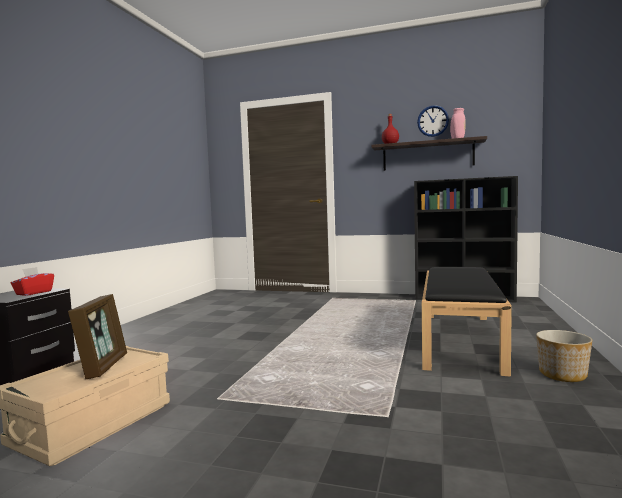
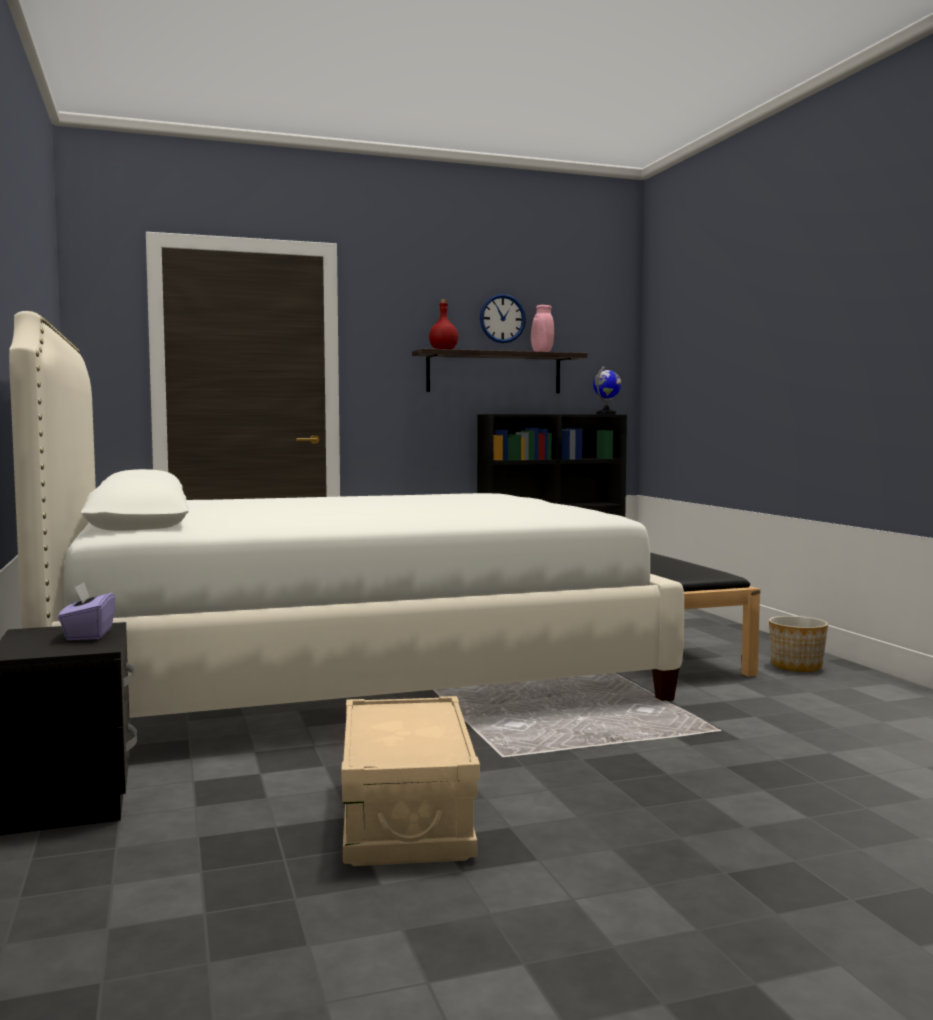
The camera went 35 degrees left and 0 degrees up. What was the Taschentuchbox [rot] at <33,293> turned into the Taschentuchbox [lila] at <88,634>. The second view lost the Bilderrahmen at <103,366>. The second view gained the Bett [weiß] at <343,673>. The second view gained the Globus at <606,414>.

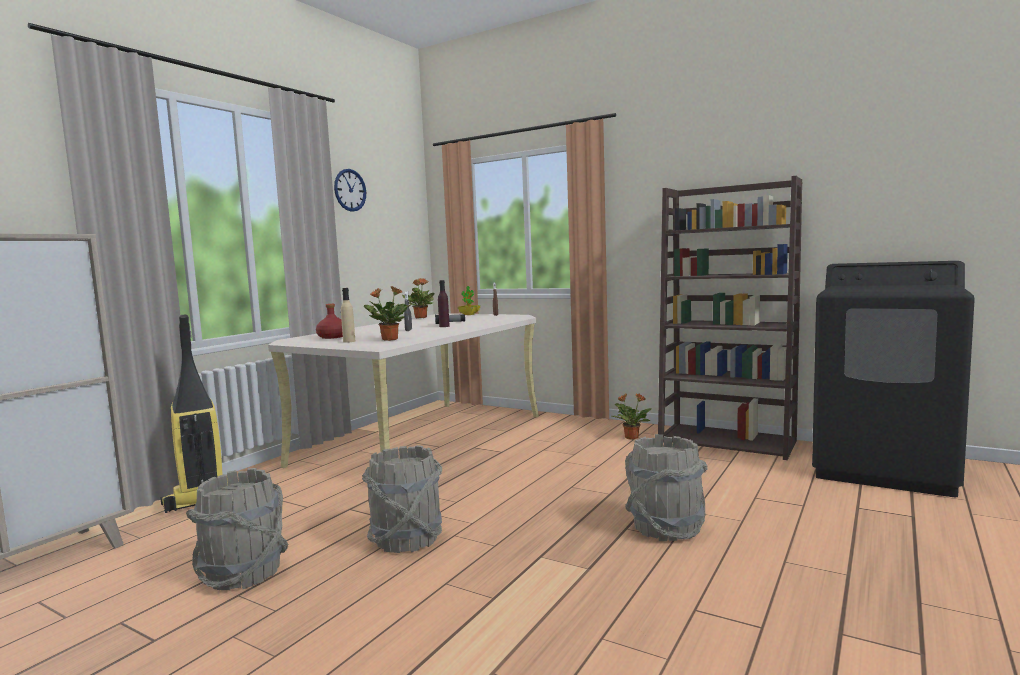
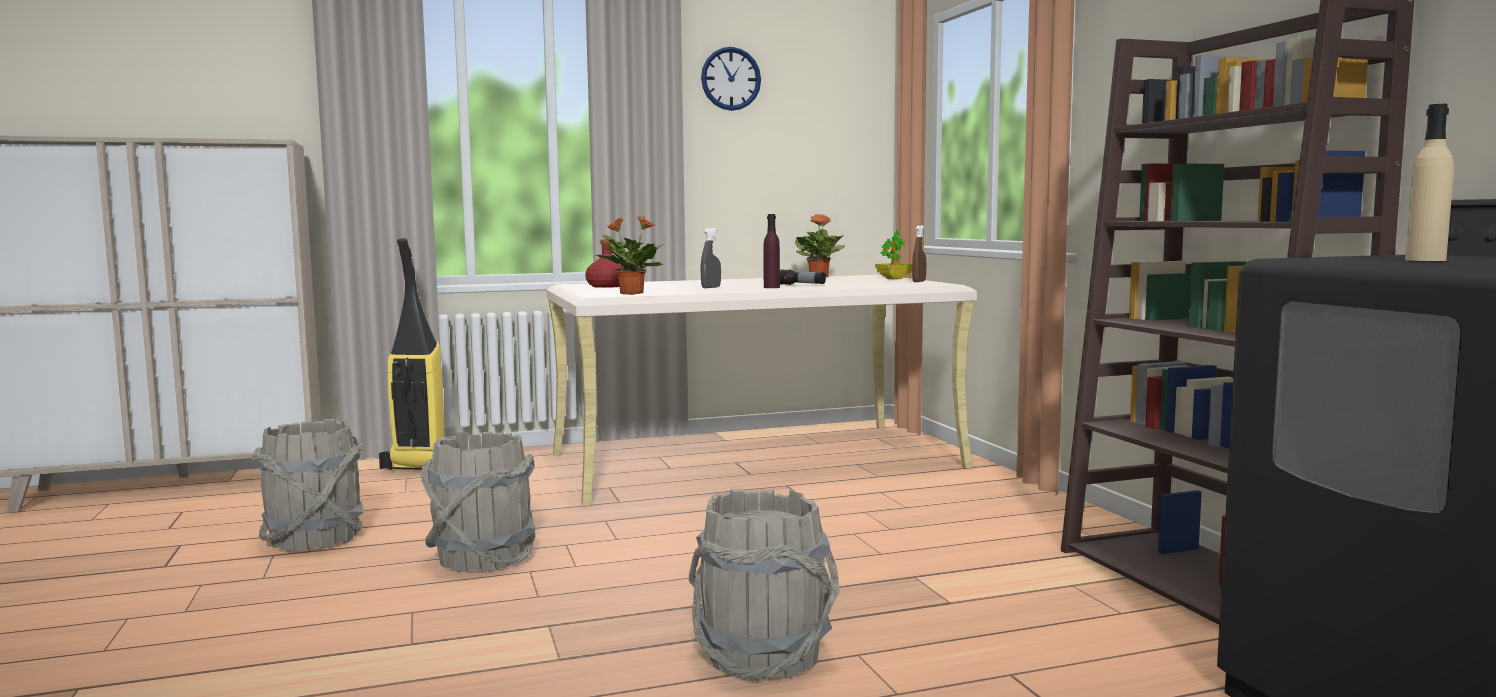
The camera went 40 degrees right and 0 degrees up. The Flasche [beige] ended up elsewhere, having gone from <349,341> to <1425,260>. The second view lost the Topfpflanze at <631,437>.

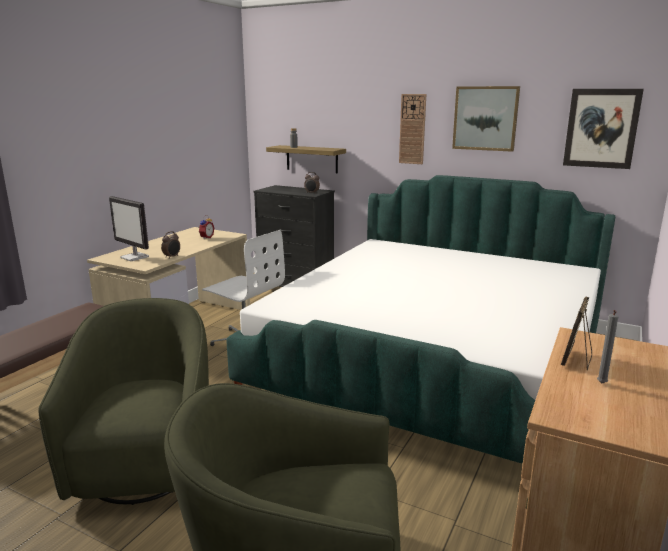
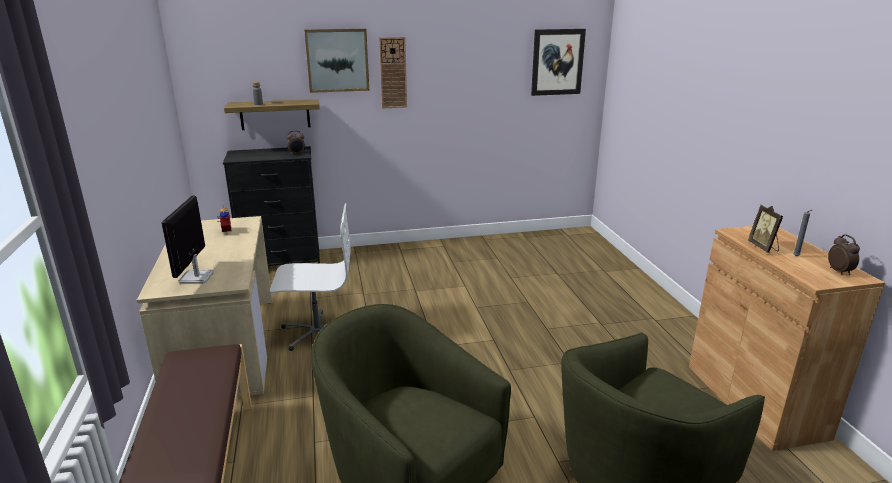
The camera went 40 degrees left and 5 degrees up. The Bild ended up elsewhere, having gone from <485,118> to <337,60>. The second view lost the Bett at <435,364>. The Monitor at <135,257> ended up facing another way, 90 degrees clockwise from before. The Wecker ended up elsewhere, having gone from <172,257> to <839,271>.

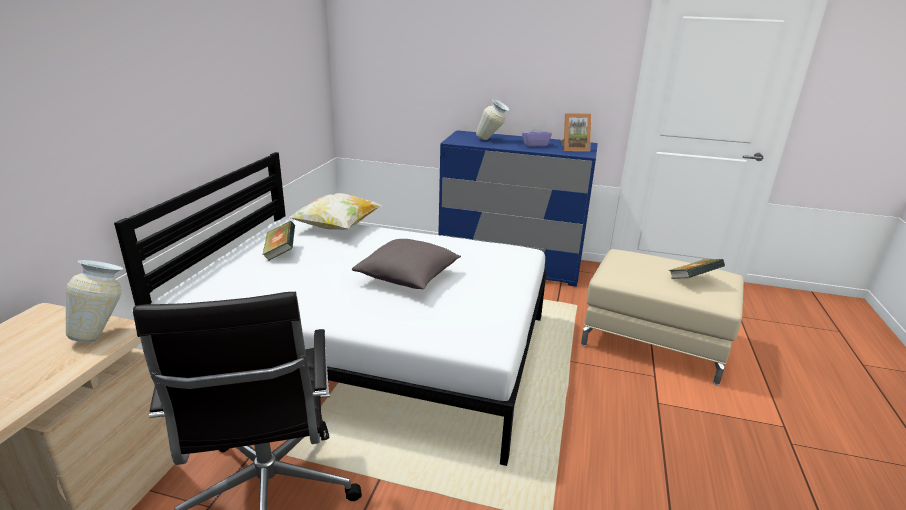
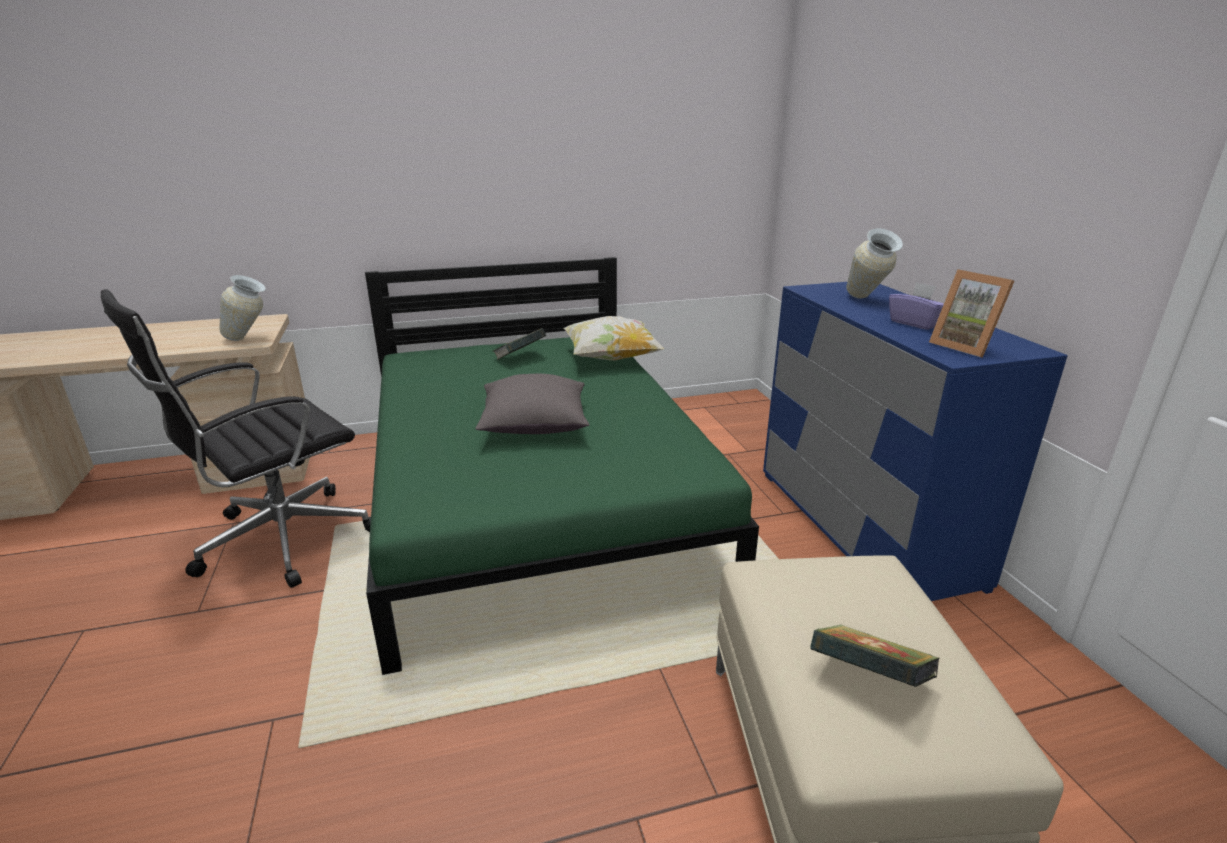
The camera went 60 degrees right and 0 degrees up. What was the Bett [weiß] at <371,347> turned into the Bett [grün] at <535,501>.

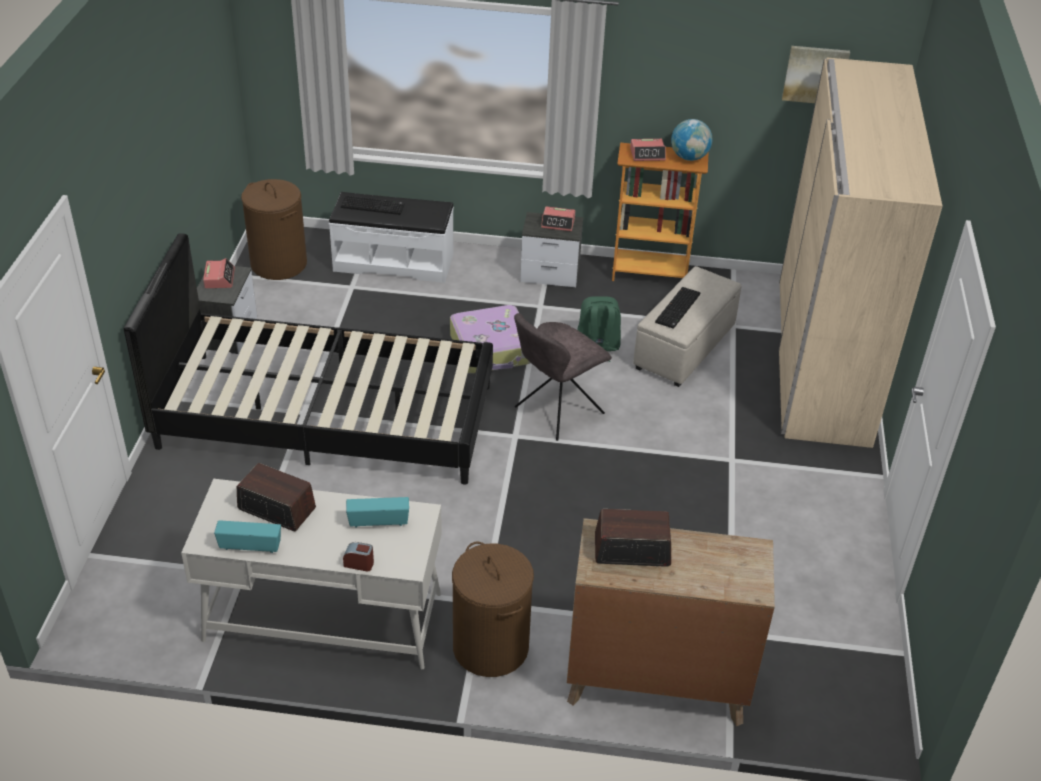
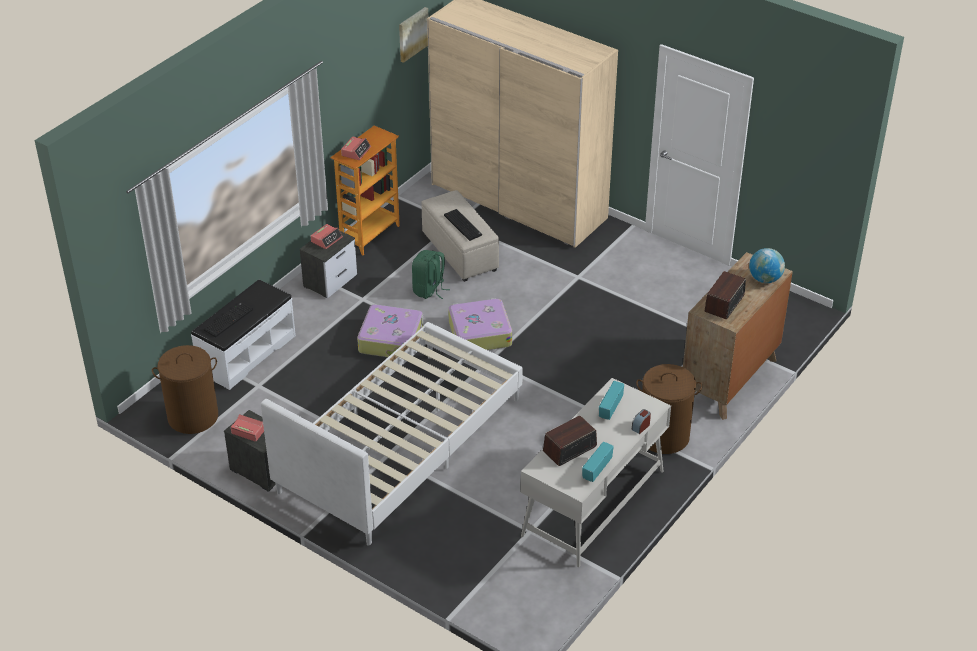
The camera went 60 degrees left and 0 degrees up. The Globus ended up elsewhere, having gone from <689,157> to <765,279>. What was the Bett [schwarz] at <326,416> turned into the Bett [weiß] at <400,445>. Where the Stuhl [grau] stood at <556,411>, the Koffer came to stand at <479,333>.

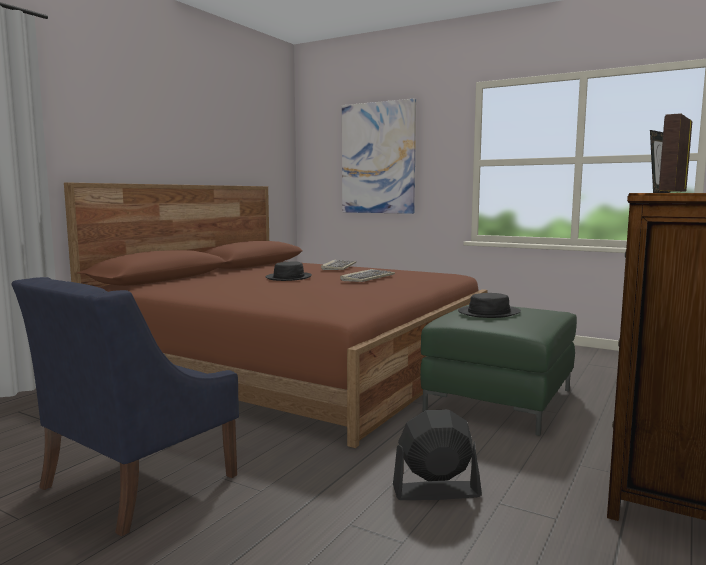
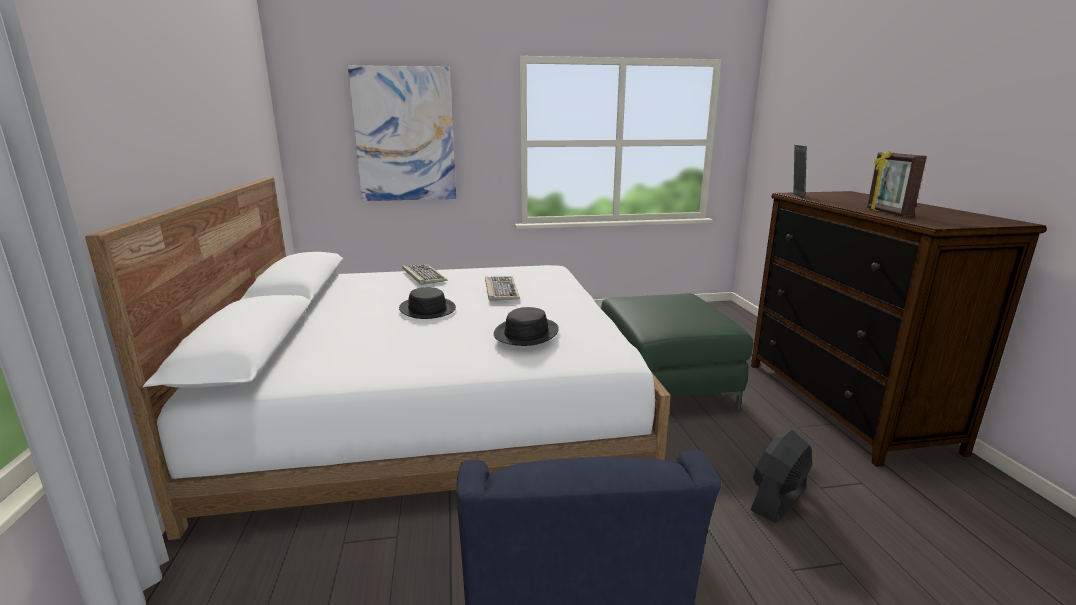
The camera went 40 degrees left and 10 degrees up. What was the Bett [braun] at <296,362> turned into the Bett [weiß] at <434,401>. The Hut [schwarz] ended up elsewhere, having gone from <489,313> to <526,333>.

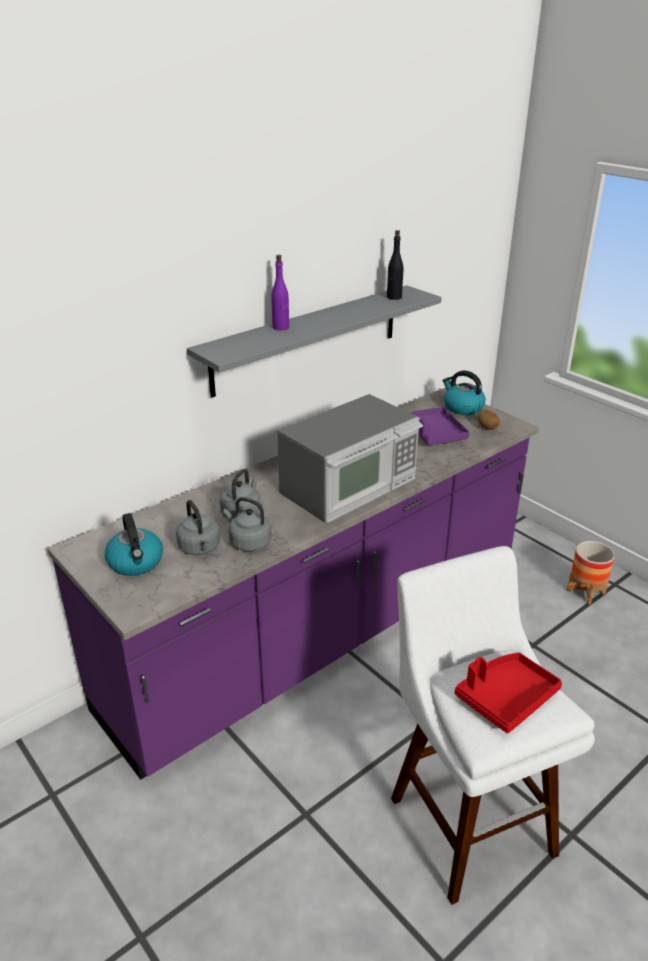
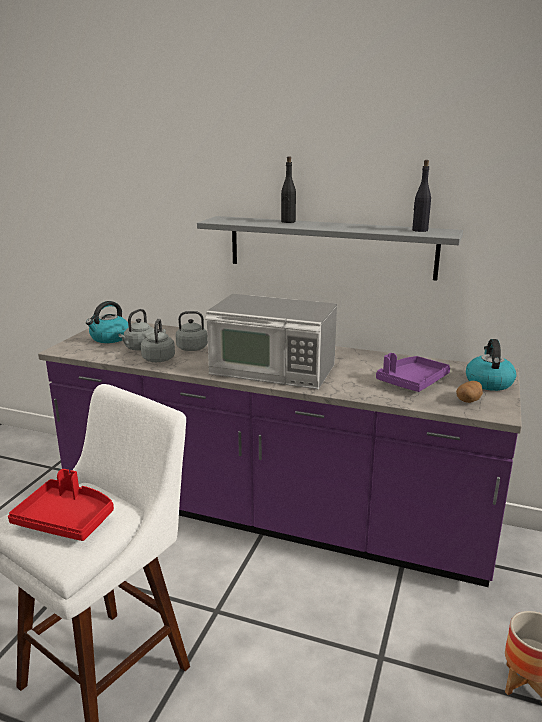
The camera went 60 degrees right and 10 degrees down. What was the Flasche [lila] at <281,327> turned into the Flasche [schwarz] at <288,221>.

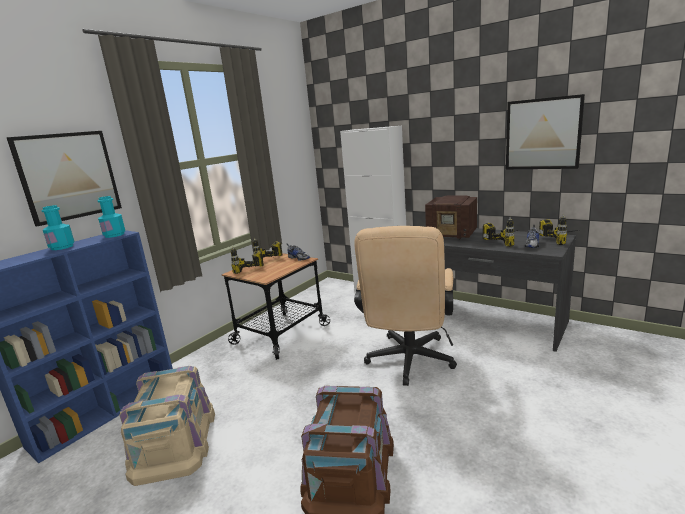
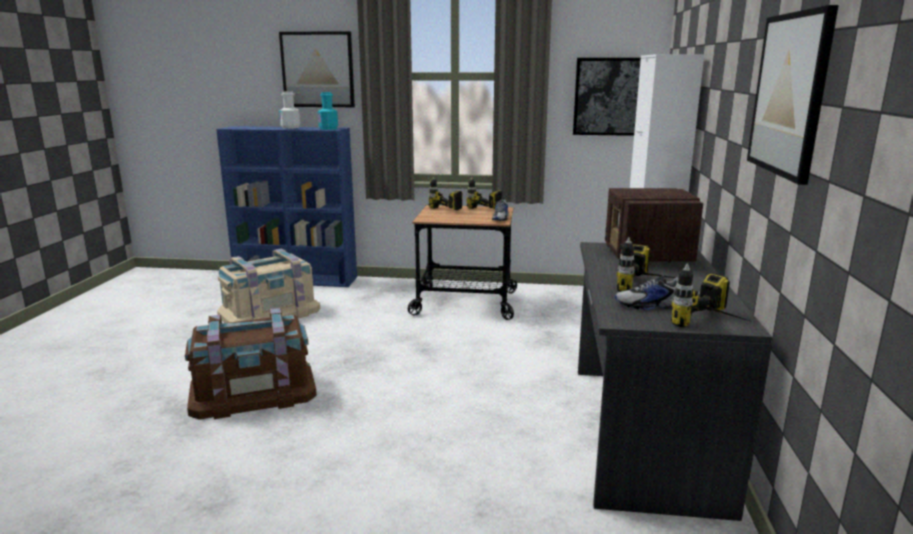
The camera went 60 degrees right and 0 degrees up. What was the Flasche [türkis] at <62,247> turned into the Flasche [weiß] at <290,127>. The second view lost the Bürostuhl [beige] at <409,363>. The second view gained the Bild at <612,96>.

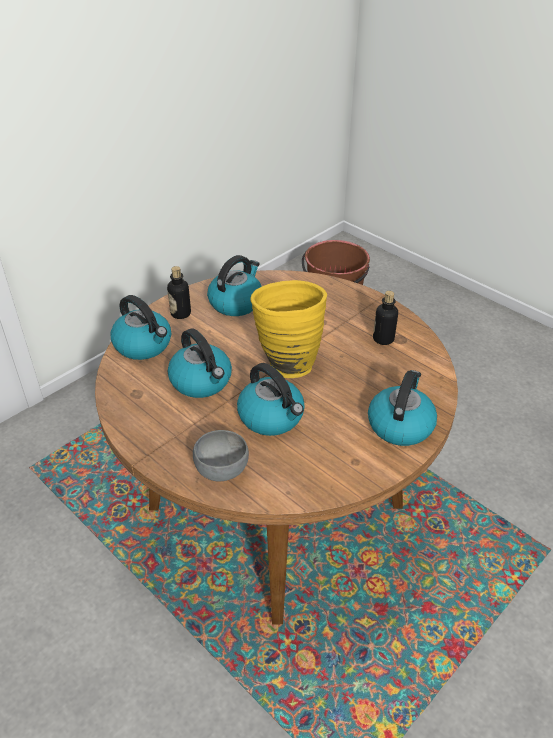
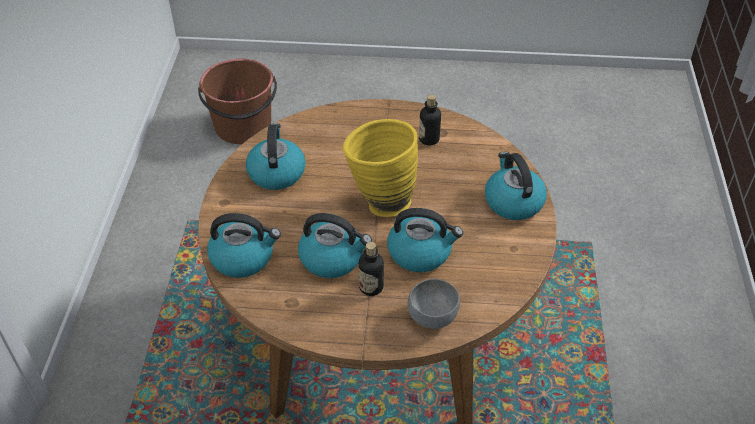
The camera went 40 degrees left and 5 degrees up. The Flasche ended up elsewhere, having gone from <180,313> to <371,287>.

